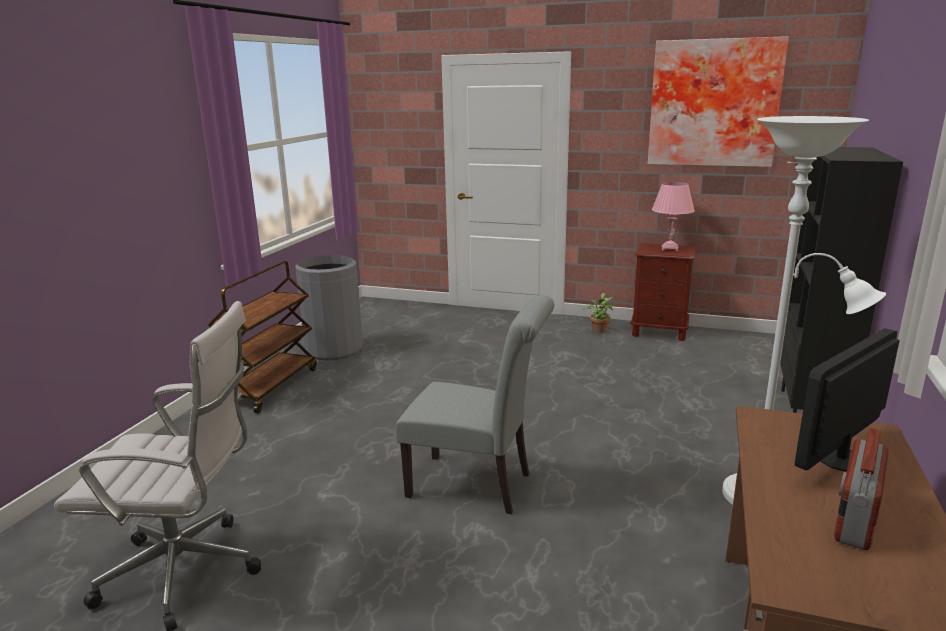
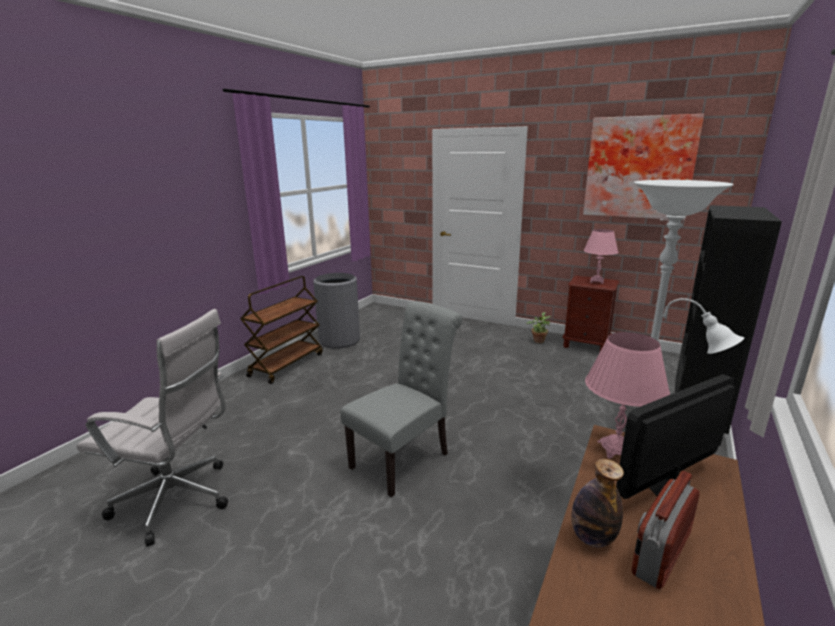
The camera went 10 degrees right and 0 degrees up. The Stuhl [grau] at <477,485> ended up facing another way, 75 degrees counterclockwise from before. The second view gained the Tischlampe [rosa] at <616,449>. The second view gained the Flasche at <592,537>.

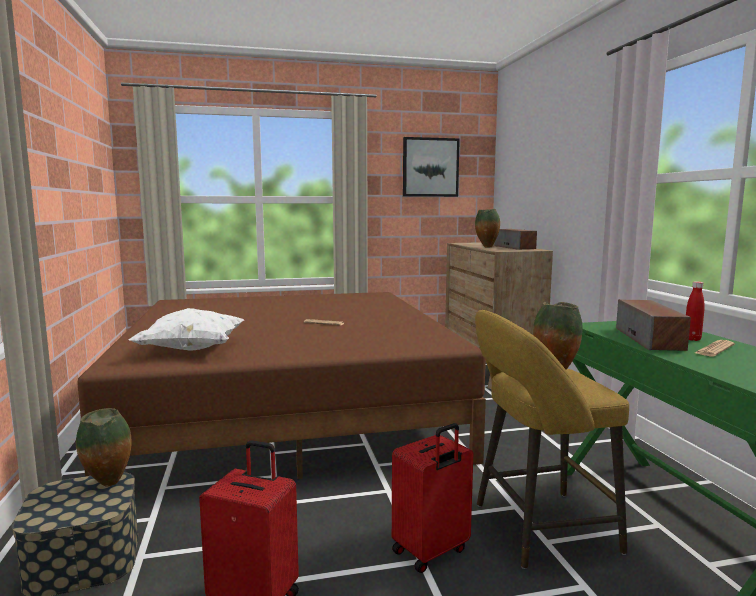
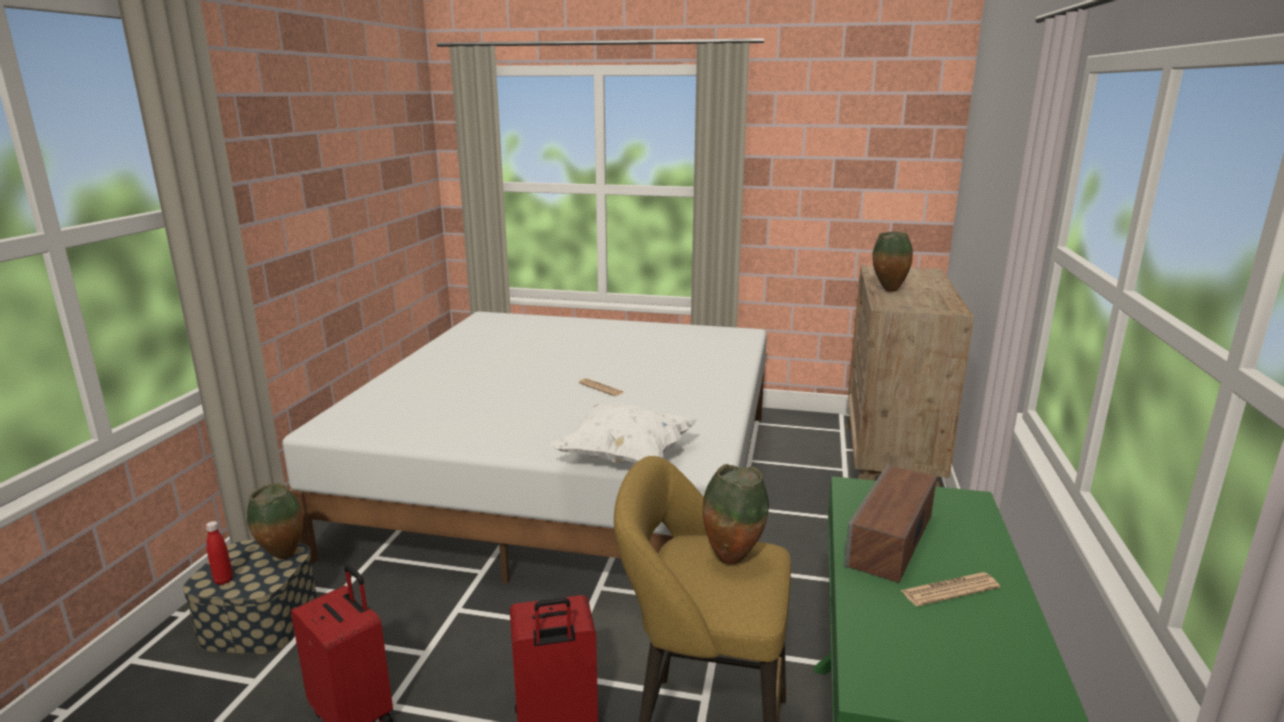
The camera went 25 degrees right and 10 degrees up. The second view lost the Bild at <430,167>. The second view lost the Lautsprecher at <514,247>. The Flasche [rot] ended up elsewhere, having gone from <692,339> to <223,580>. What was the Bett [braun] at <289,408> turned into the Bett [weiß] at <572,478>. The Kissen [weiß] ended up elsewhere, having gone from <191,350> to <625,458>.

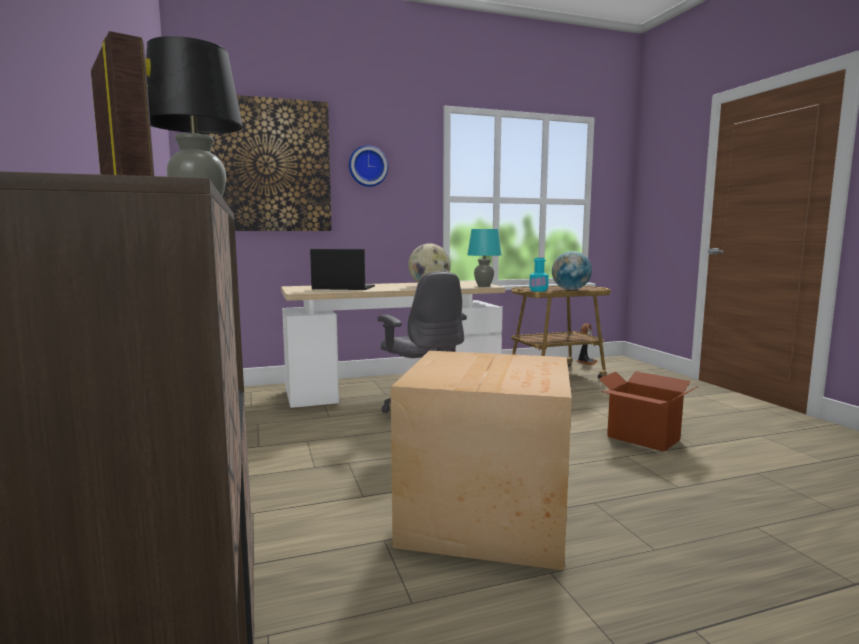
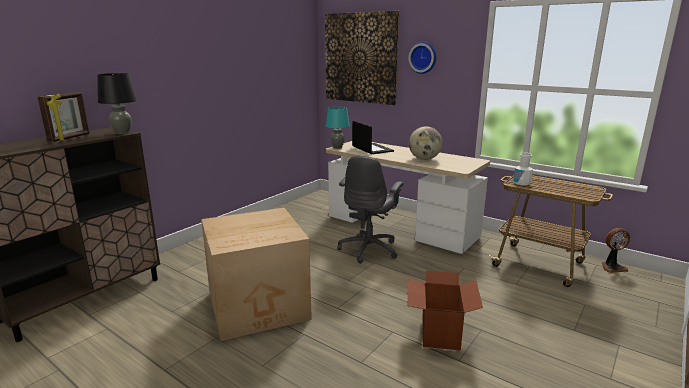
The camera went 55 degrees right and 10 degrees up. The Tischlampe [türkis] ended up elsewhere, having gone from <483,286> to <337,147>. The second view lost the Globus at <570,290>. What was the Flasche [türkis] at <538,290> turned into the Flasche [weiß] at <522,183>.

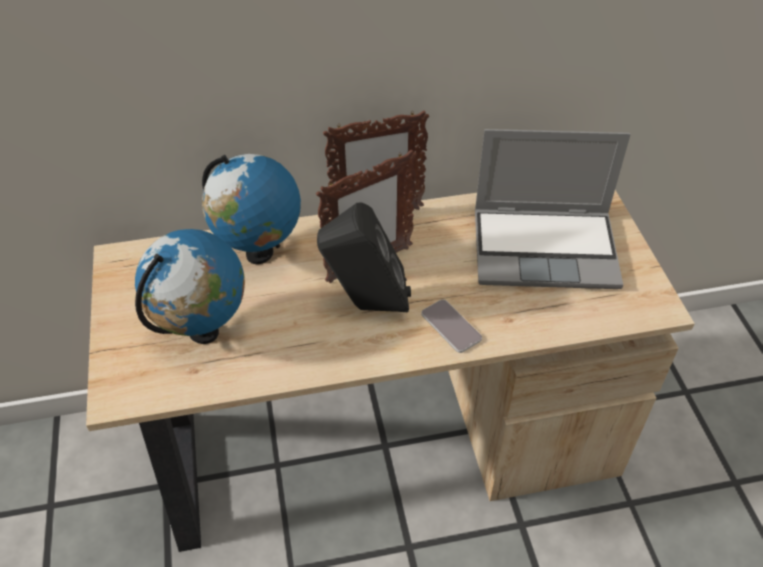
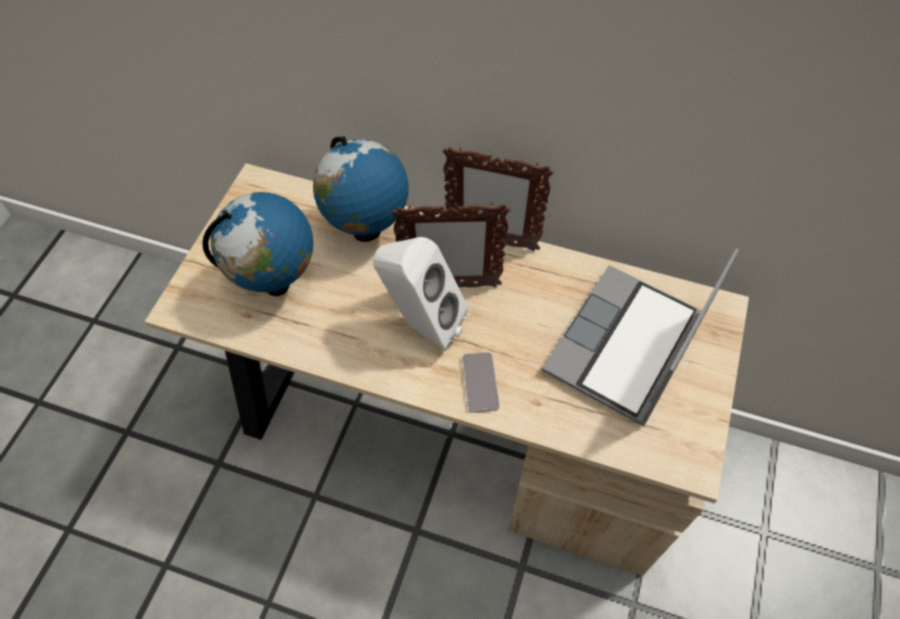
The camera went 30 degrees right and 10 degrees up. The Laptop at <546,248> ended up facing another way, 90 degrees clockwise from before. What was the Lautsprecher [schwarz] at <366,306> turned into the Lautsprecher [weiß] at <421,325>.

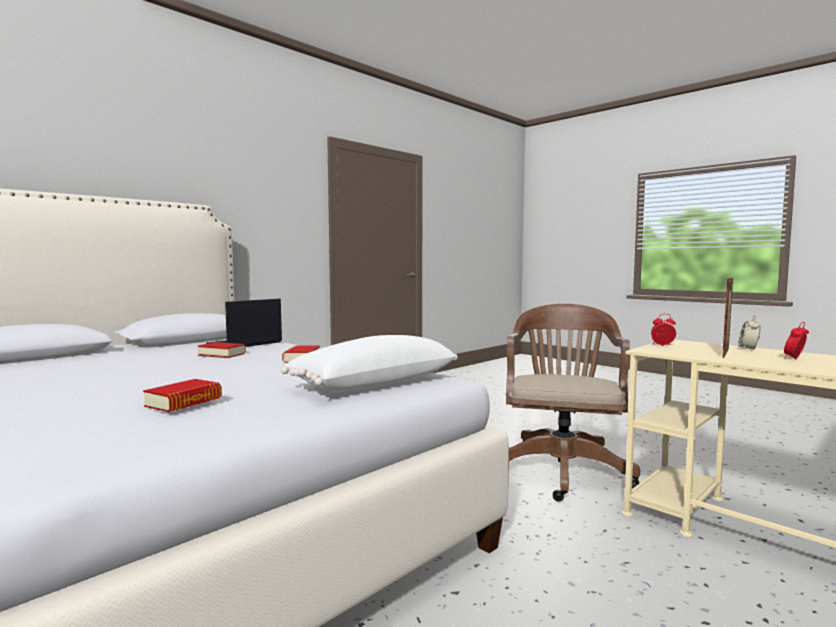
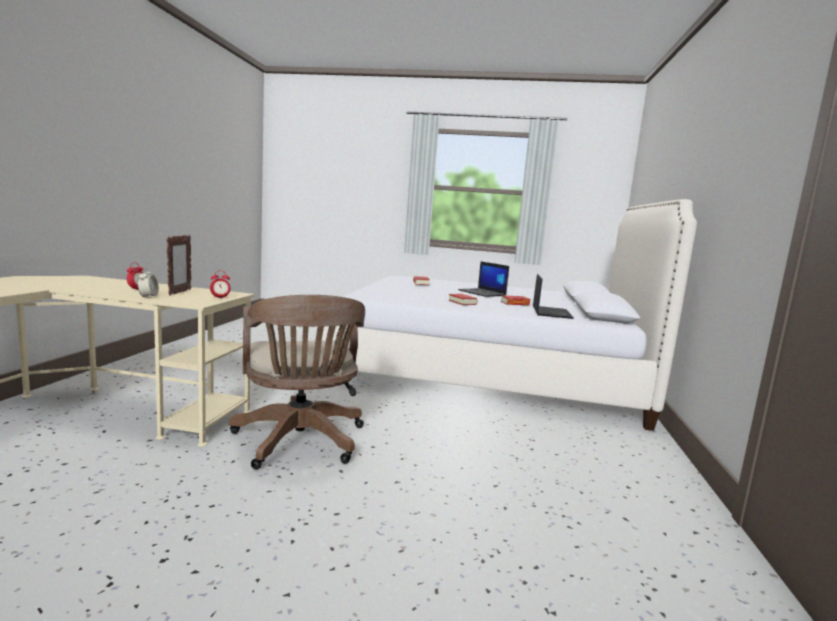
The camera went 145 degrees right and 5 degrees up. The second view lost the Kissen [weiß] at <373,384>. The second view gained the Laptop at <482,293>.

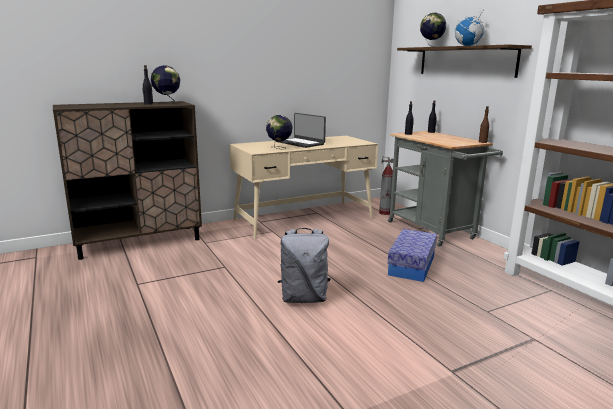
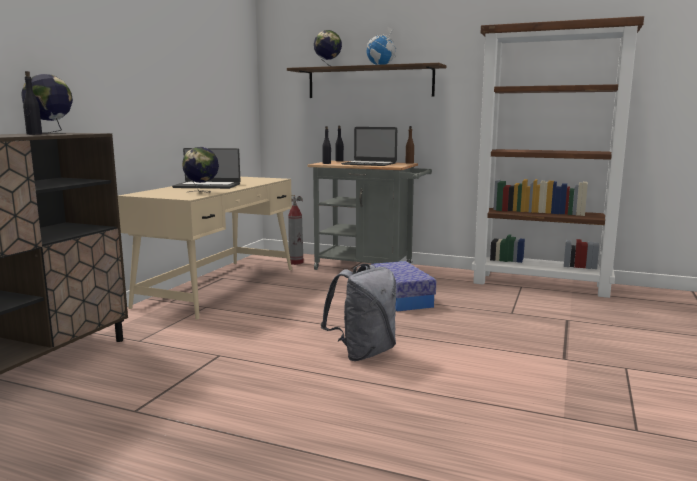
The camera went 40 degrees left and 5 degrees down. The second view gained the Laptop at <369,164>.

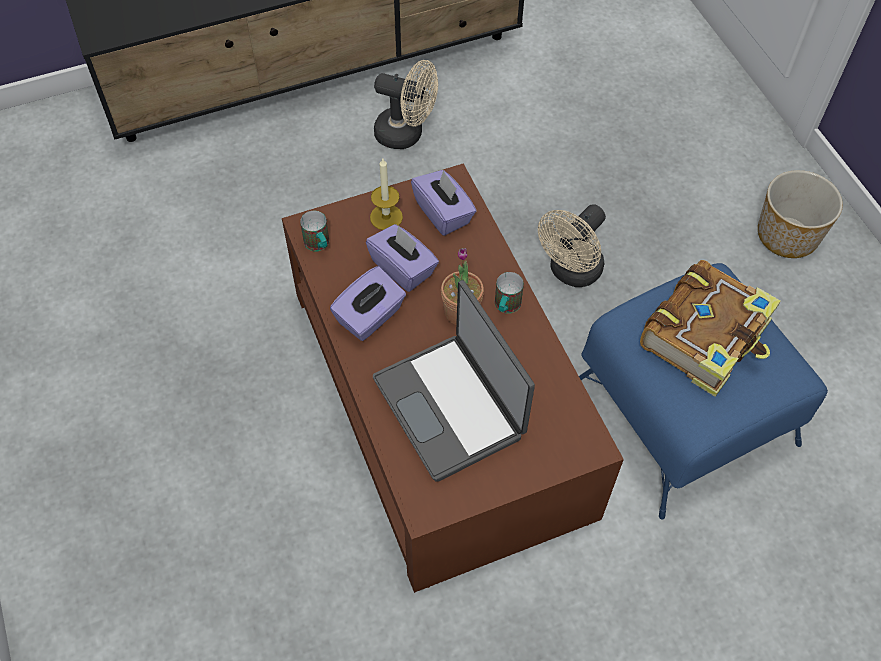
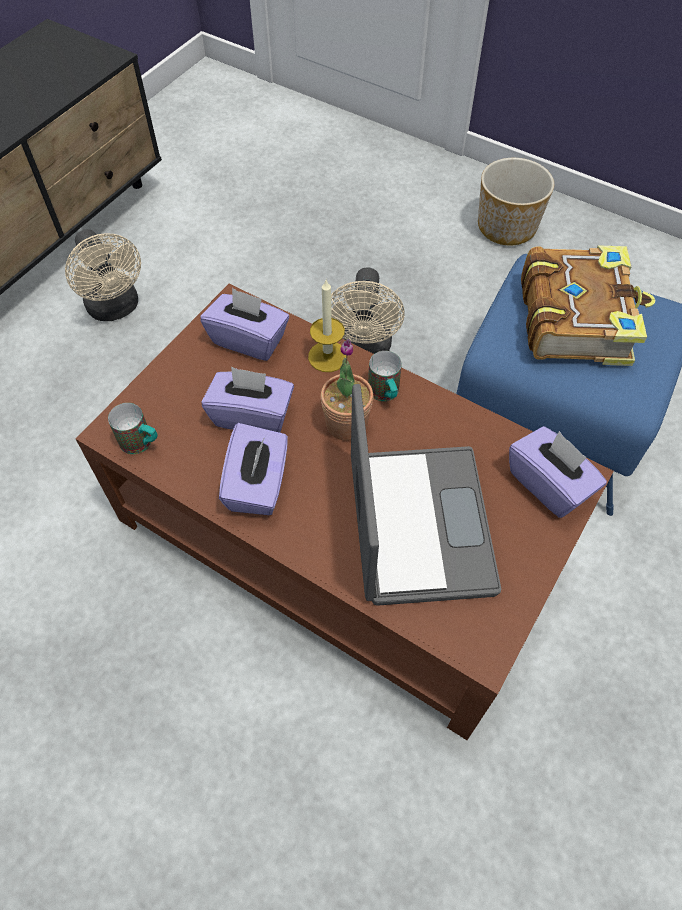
The camera went 35 degrees left and 0 degrees up. The Ventilator [beige] at <406,134> ended up facing another way, 75 degrees clockwise from before. The Kerze ended up elsewhere, having gone from <386,217> to <327,356>. The Laptop at <451,406> ended up facing another way, 120 degrees counterclockwise from before. The second view gained the Taschentuchbox [lila] at <549,484>.

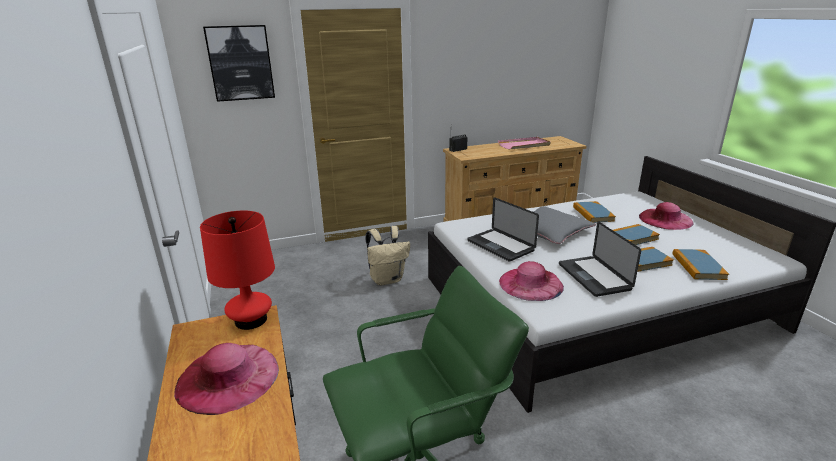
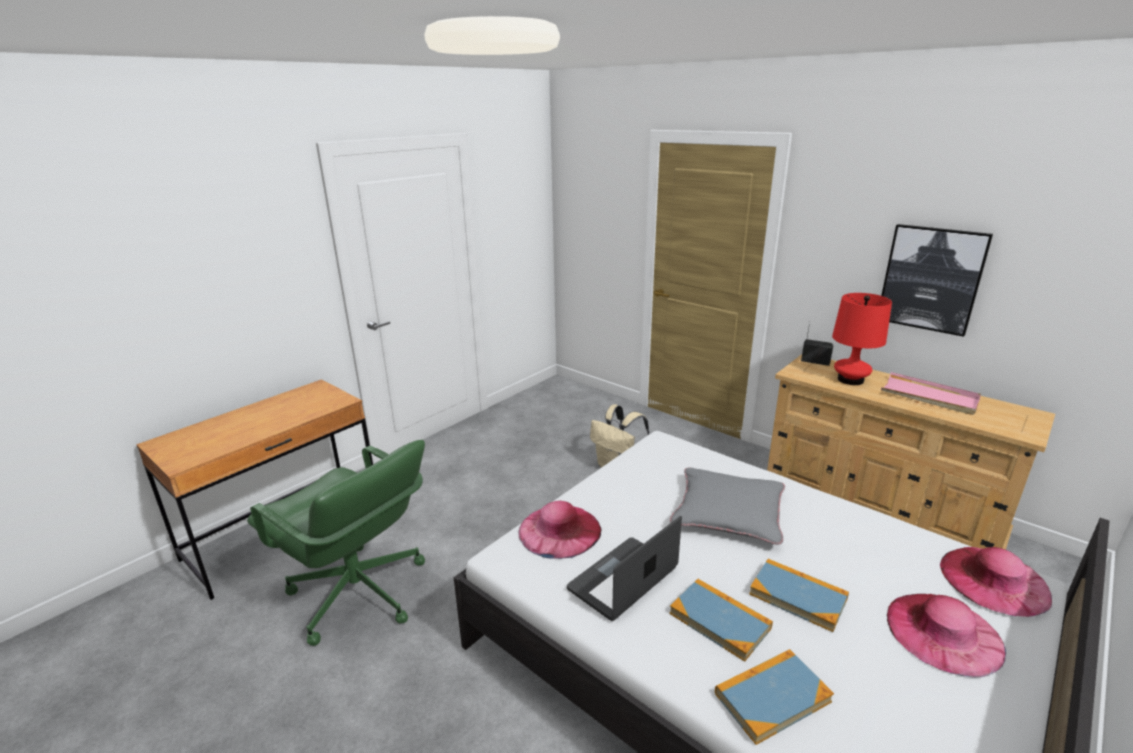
The camera went 60 degrees right and 0 degrees up. The Bild ended up elsewhere, having gone from <240,63> to <931,279>. The second view lost the Laptop at <500,246>. The second view lost the Buch at <593,214>. The Tischlampe [rot] ended up elsewhere, having gone from <251,320> to <850,380>. The Hut [rosa] ended up elsewhere, having gone from <228,377> to <994,580>.

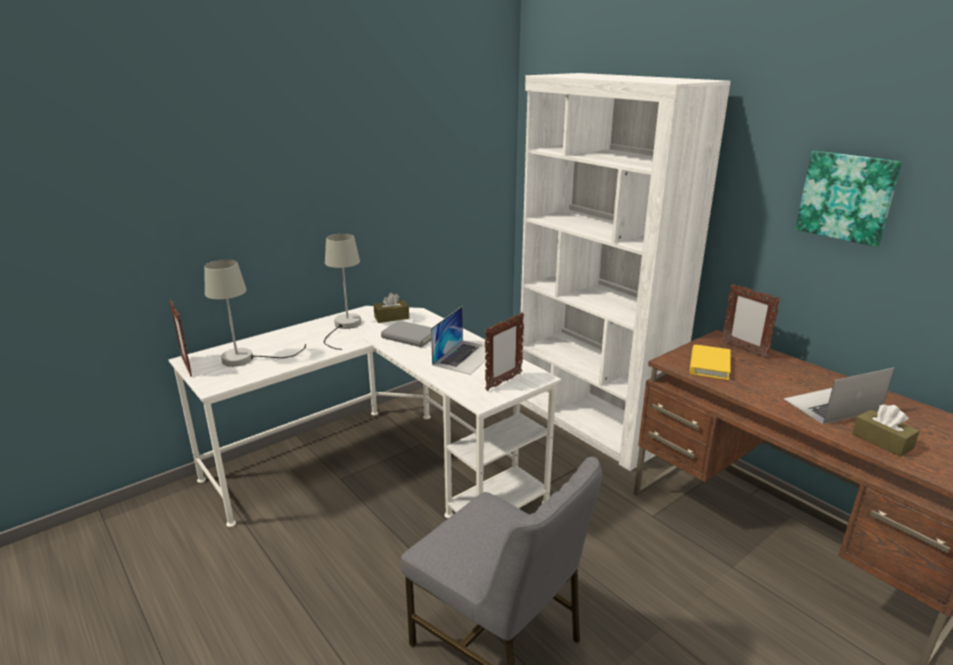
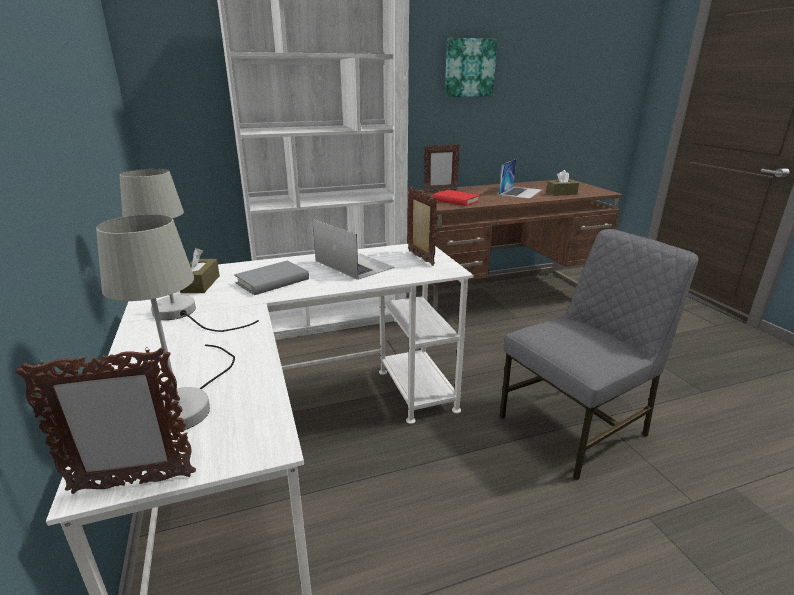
The camera went 70 degrees left and 0 degrees up. What was the Buch [gelb] at <709,365> turned into the Buch [rot] at <455,200>. The Laptop at <831,405> ended up facing another way, 150 degrees counterclockwise from before.

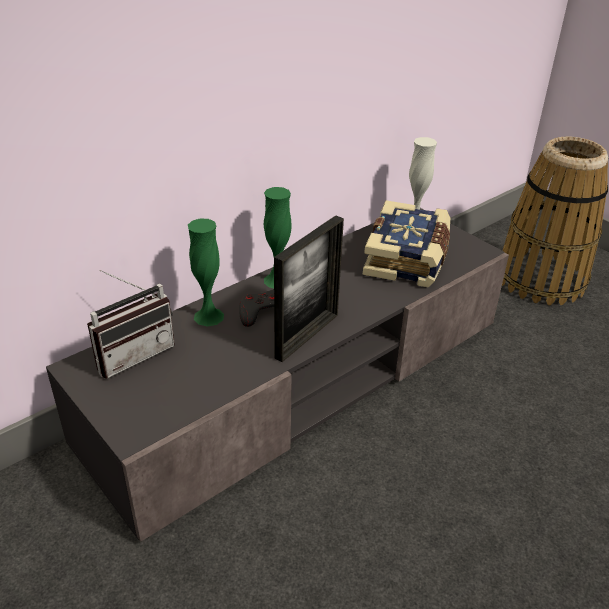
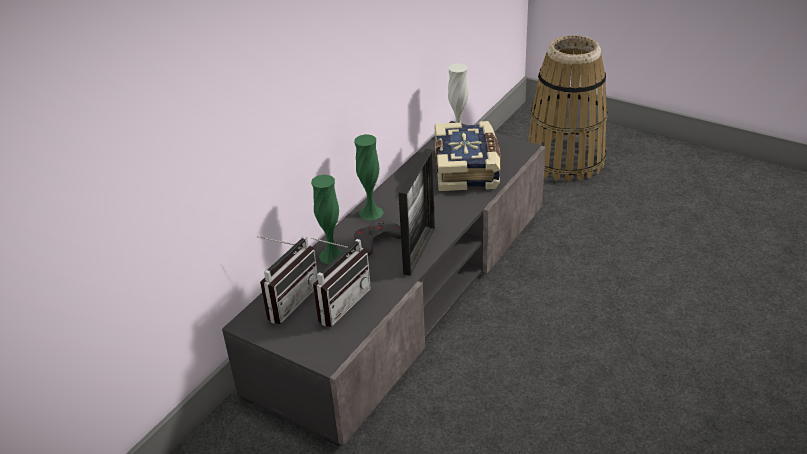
The camera went 15 degrees left and 0 degrees up. The second view gained the Radio at <339,302>.

